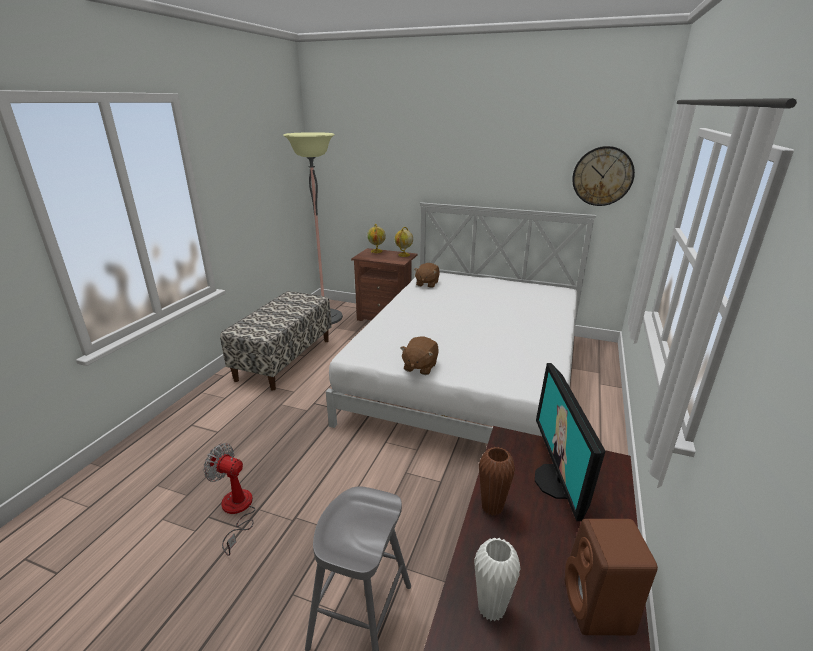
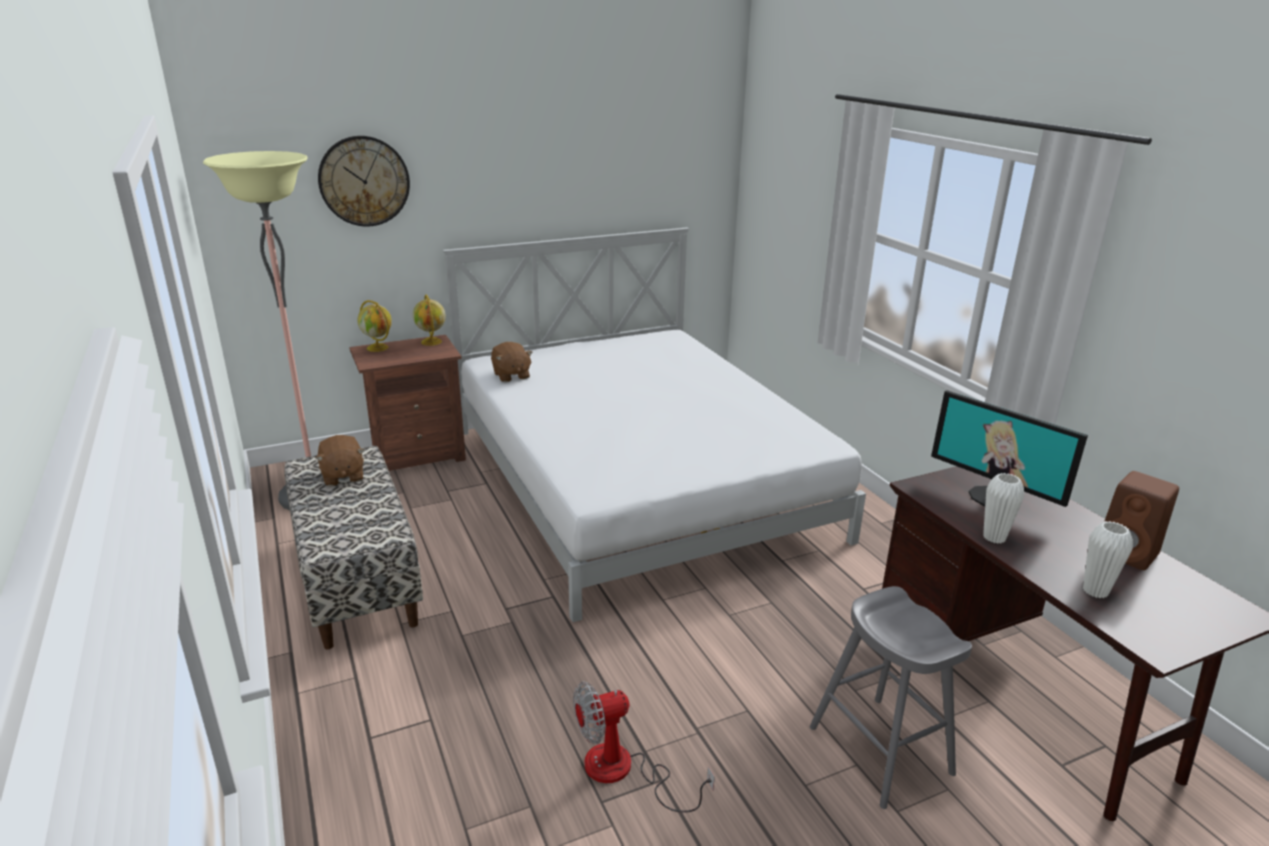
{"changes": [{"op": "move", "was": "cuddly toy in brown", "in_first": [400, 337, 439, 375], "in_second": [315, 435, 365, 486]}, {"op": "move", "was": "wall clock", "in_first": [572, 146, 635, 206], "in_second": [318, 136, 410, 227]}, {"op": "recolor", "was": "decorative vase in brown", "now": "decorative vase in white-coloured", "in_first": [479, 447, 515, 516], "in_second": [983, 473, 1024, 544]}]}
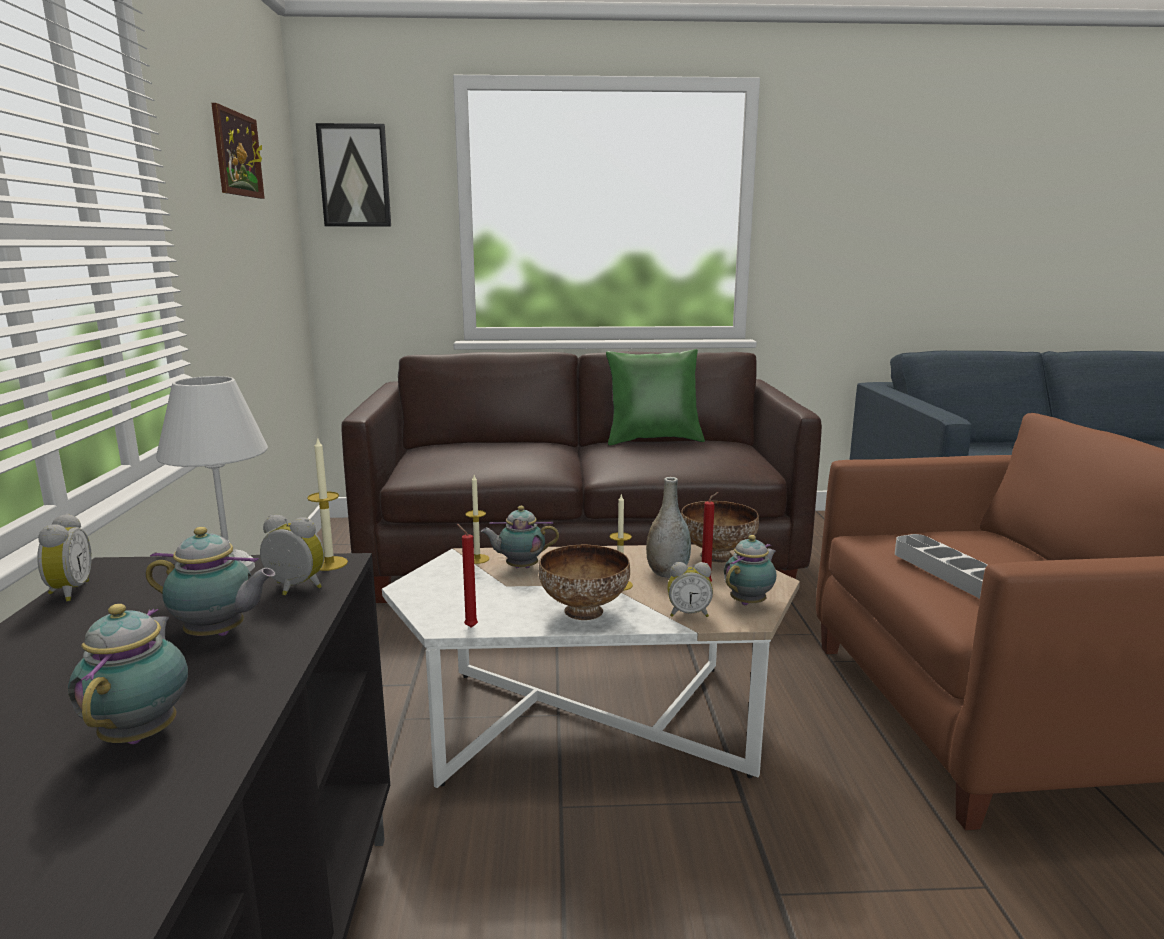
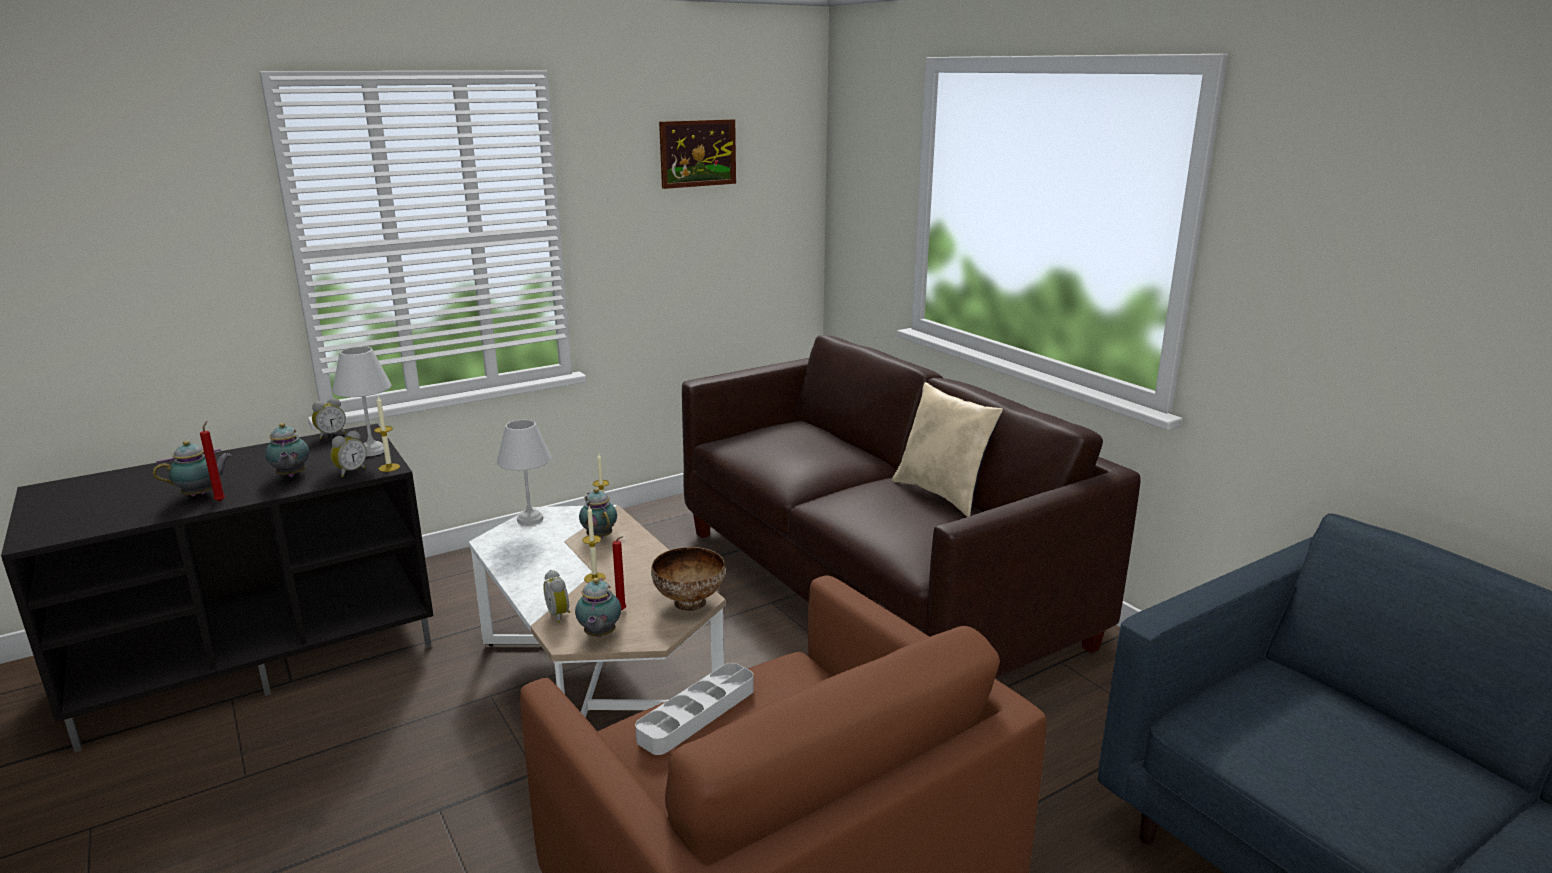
{"changes": [{"op": "delete", "was": "wall picture", "in_first": [316, 123, 391, 227]}, {"op": "delete", "was": "serving bowl", "in_first": [538, 545, 630, 620]}, {"op": "delete", "was": "decorative vase in greyish", "in_first": [646, 477, 691, 578]}, {"op": "insert", "now": "tabletop lamp in white-coloured", "in_second": [497, 420, 551, 525]}, {"op": "move", "was": "wax candle in reddish", "in_first": [457, 524, 478, 628], "in_second": [200, 421, 225, 502]}, {"op": "recolor", "was": "cushion in greenish", "now": "cushion in beige", "in_first": [606, 349, 705, 445], "in_second": [892, 382, 1003, 517]}, {"op": "rotate", "was": "alarm clock", "in_first": [260, 515, 325, 596], "in_second": [331, 430, 366, 477], "clockwise": 45}, {"op": "rotate", "was": "tea pot", "in_first": [724, 535, 776, 605], "in_second": [575, 578, 621, 637], "clockwise": 75}]}
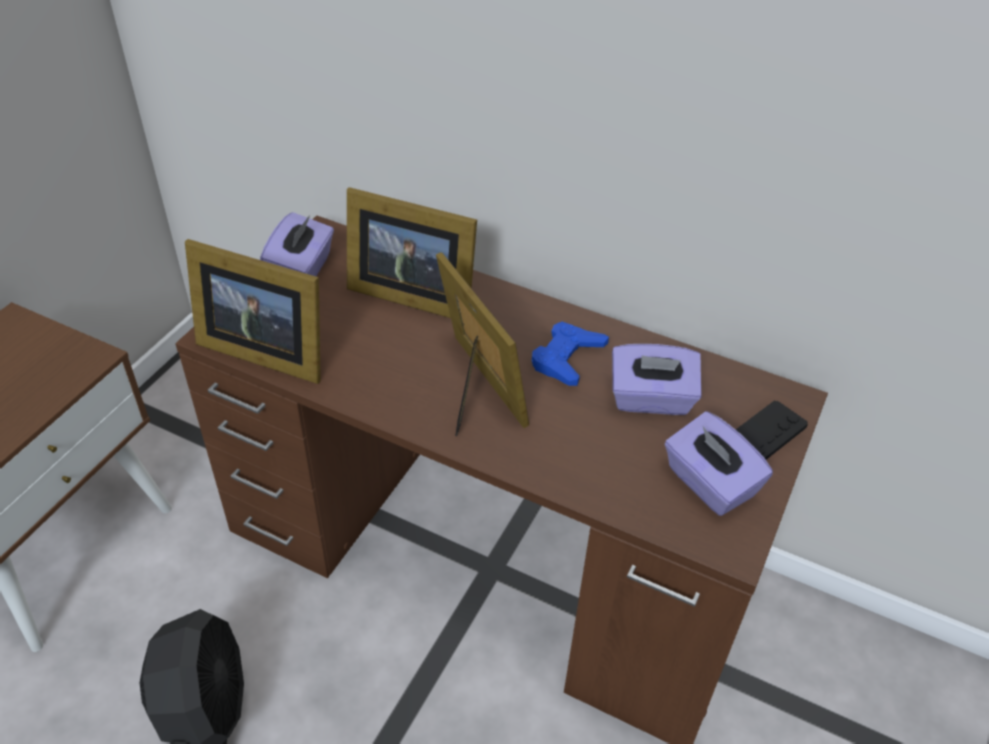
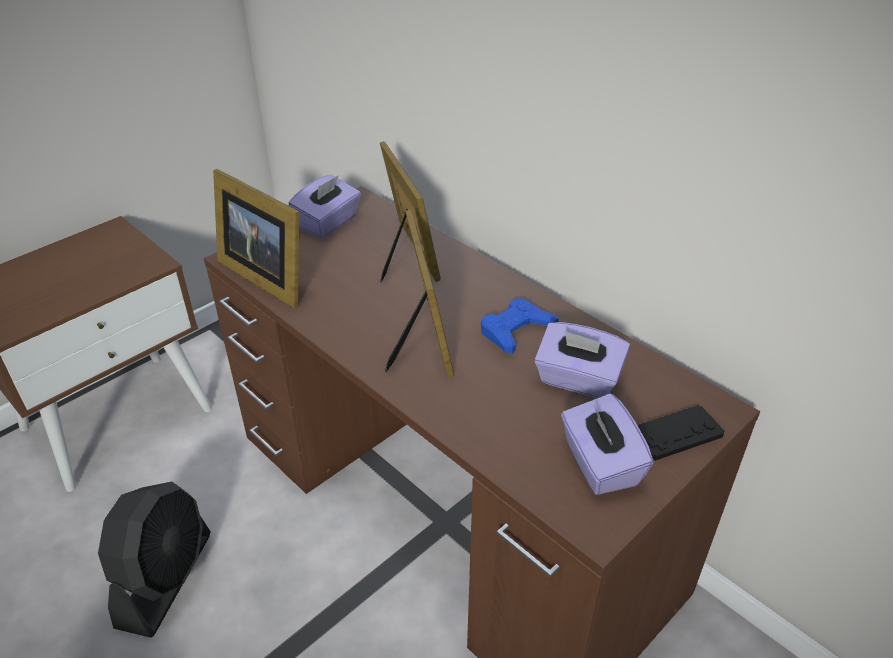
{"changes": [{"op": "rotate", "was": "picture frame", "in_first": [347, 187, 477, 318], "in_second": [380, 141, 441, 282], "clockwise": -150}]}
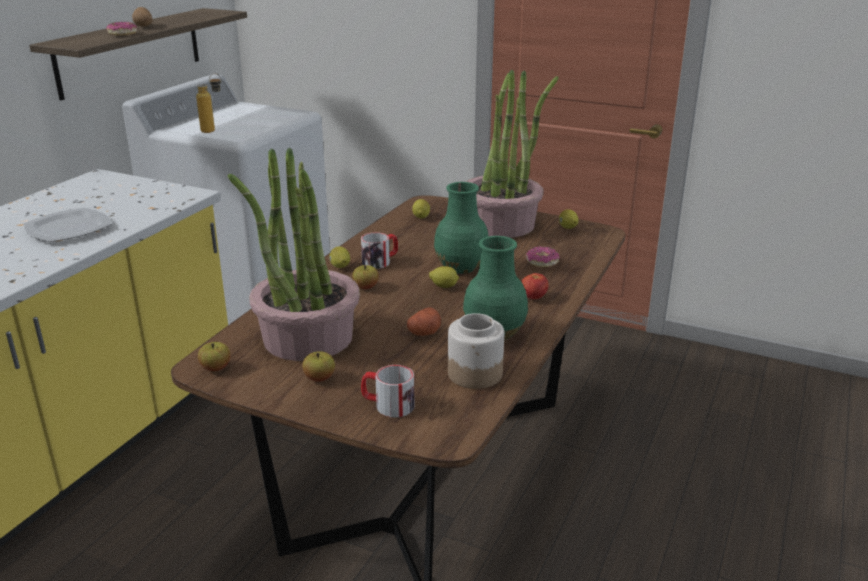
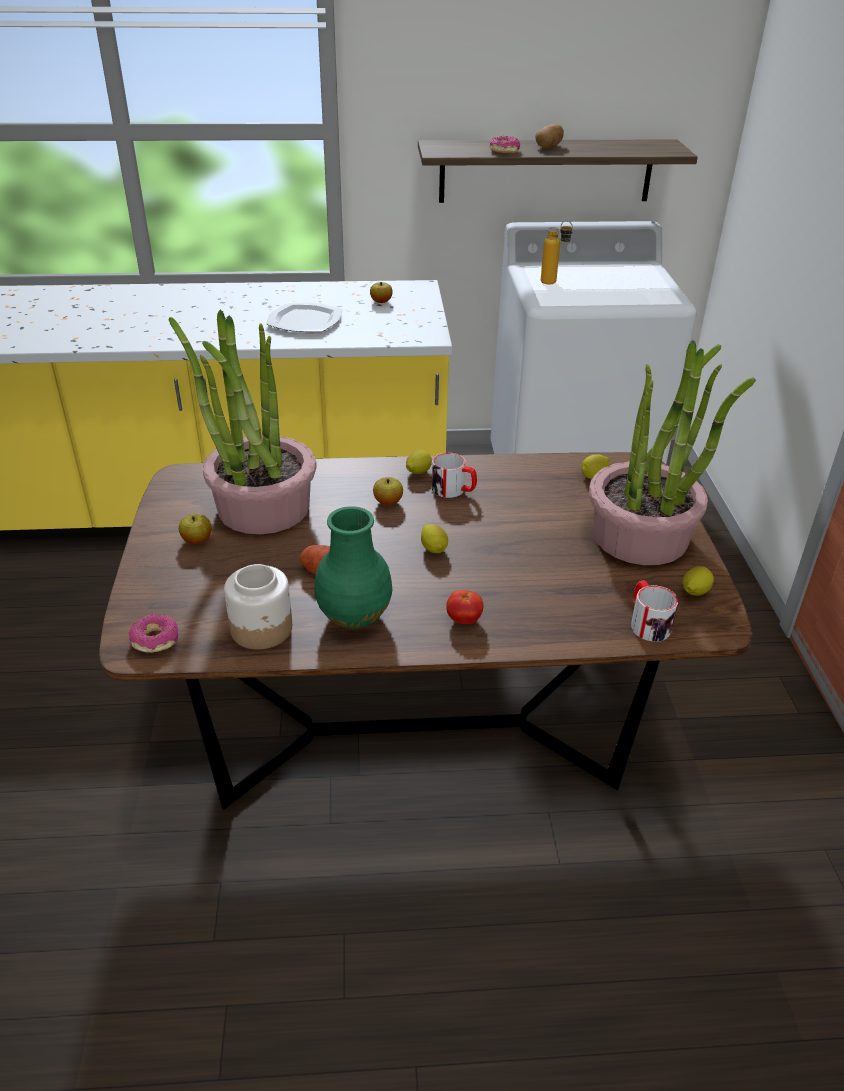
{"changes": [{"op": "delete", "was": "decorative vase in greenish", "in_first": [434, 182, 489, 274]}, {"op": "move", "was": "apple fruit", "in_first": [198, 342, 230, 371], "in_second": [370, 282, 393, 303]}, {"op": "move", "was": "coffee mug", "in_first": [361, 365, 415, 417], "in_second": [631, 580, 678, 642]}, {"op": "move", "was": "donut", "in_first": [526, 246, 560, 267], "in_second": [129, 614, 178, 653]}]}
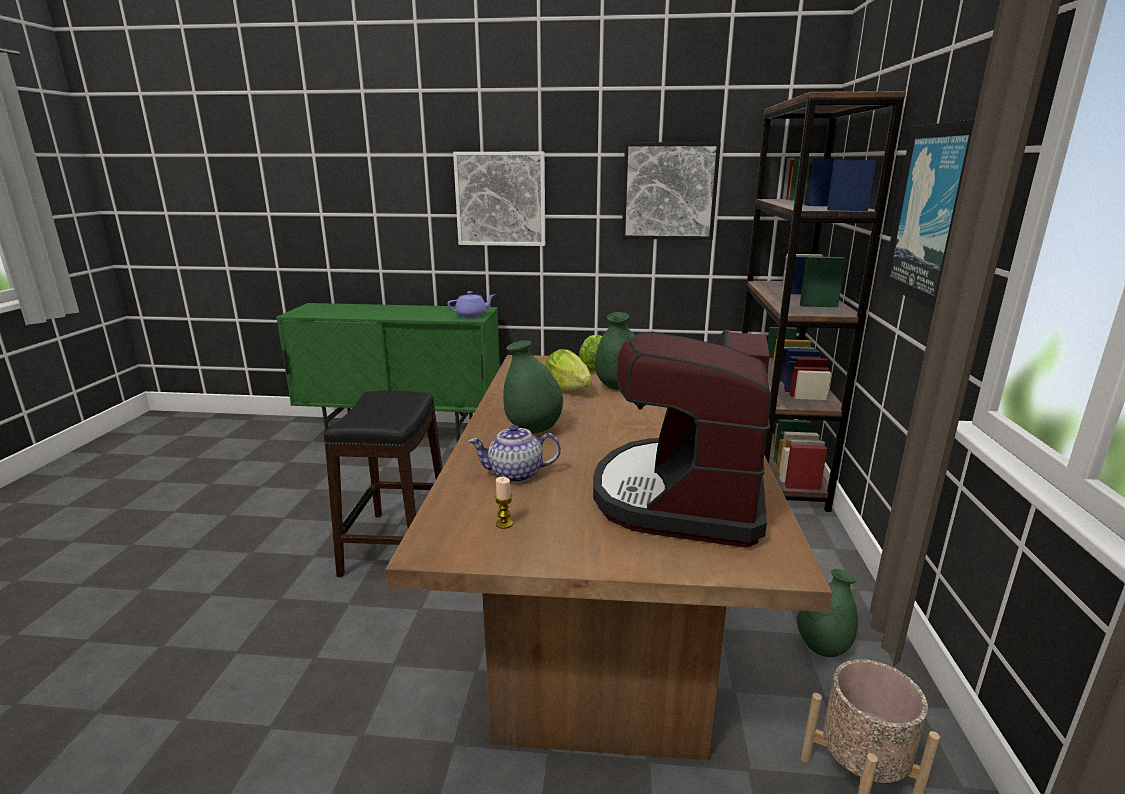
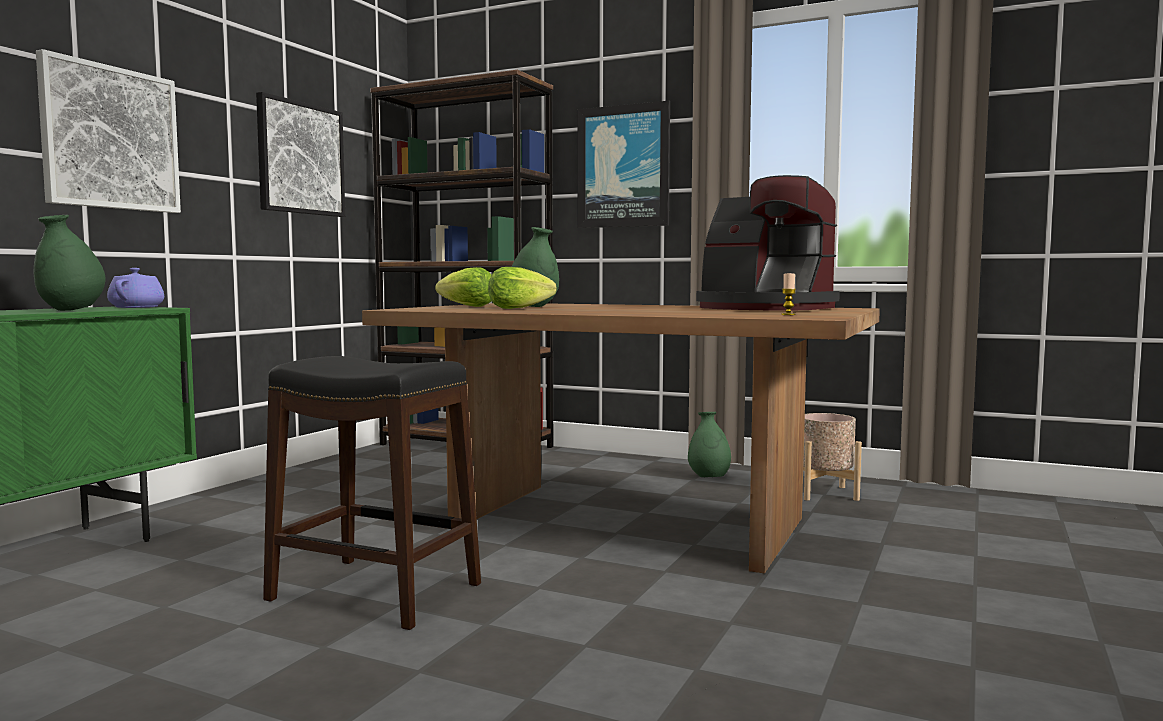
{"changes": [{"op": "delete", "was": "tea pot", "in_first": [468, 425, 561, 483]}, {"op": "move", "was": "decorative vase in greenish", "in_first": [503, 340, 563, 433], "in_second": [34, 215, 106, 311]}]}
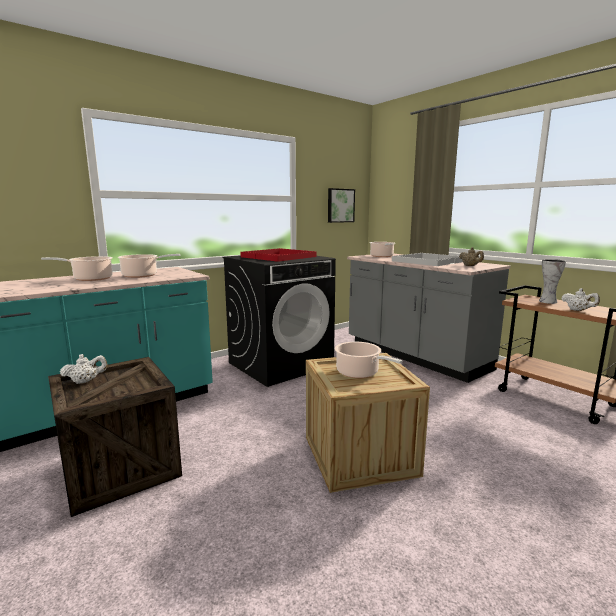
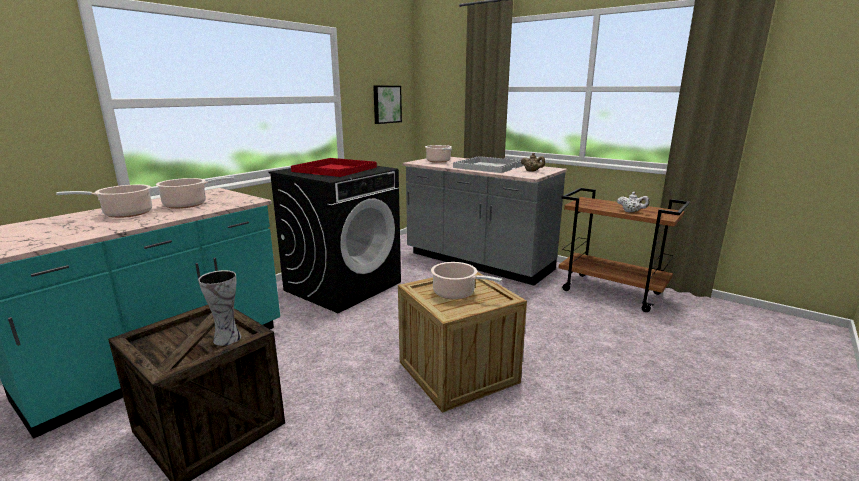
{"changes": [{"op": "delete", "was": "tea pot in white-coloured", "in_first": [60, 354, 107, 384]}, {"op": "move", "was": "decorative vase", "in_first": [539, 259, 566, 304], "in_second": [198, 270, 241, 346]}]}
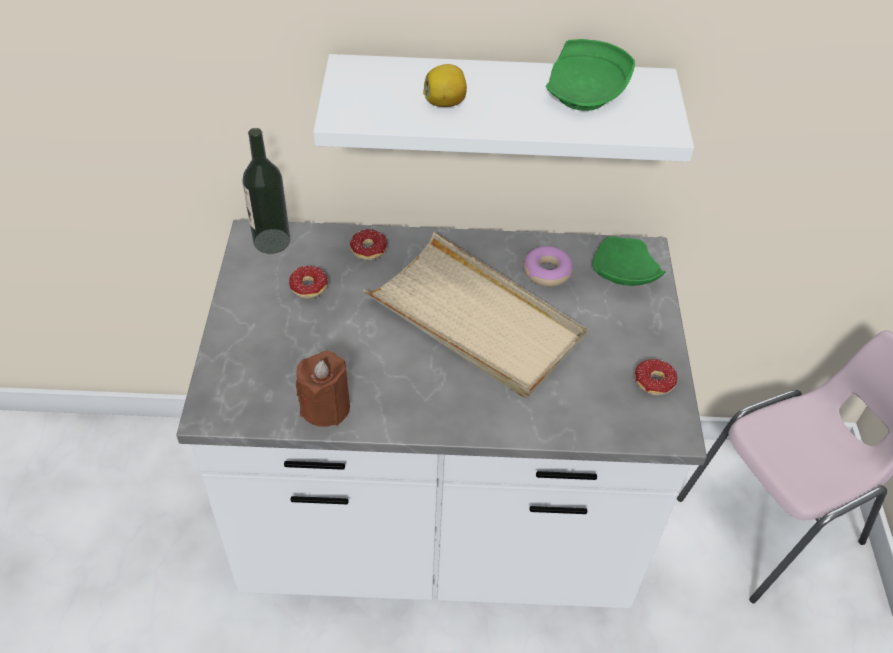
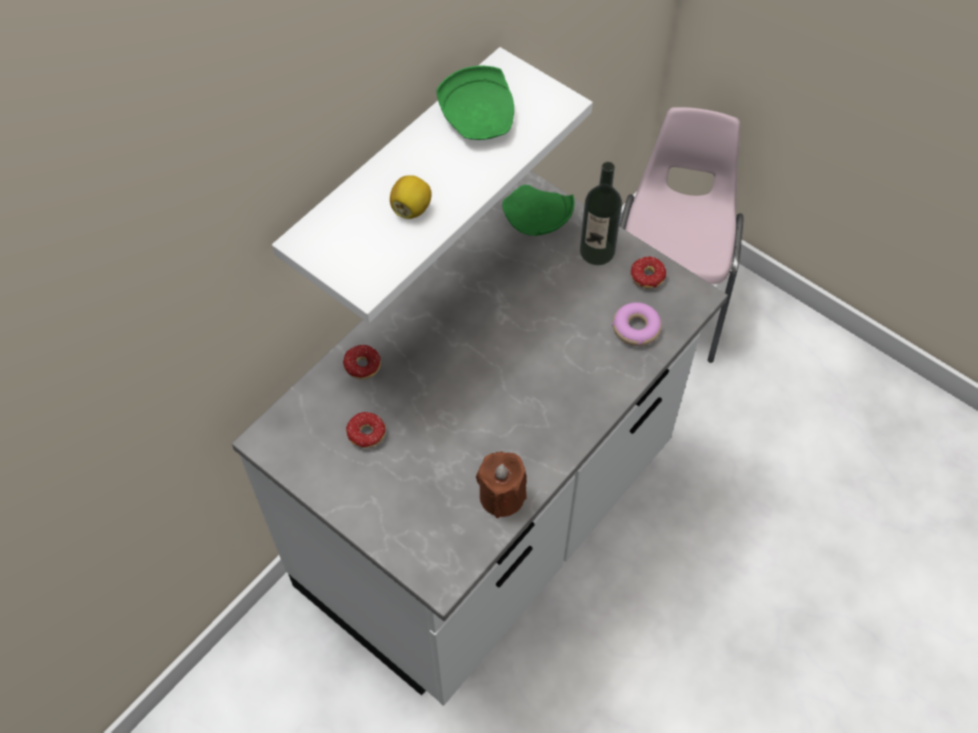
{"changes": [{"op": "delete", "was": "tray in beige", "in_first": [363, 232, 587, 398]}, {"op": "move", "was": "beverage bottle", "in_first": [242, 128, 290, 254], "in_second": [580, 162, 622, 265]}, {"op": "move", "was": "donut", "in_first": [523, 246, 573, 287], "in_second": [612, 302, 662, 346]}]}
